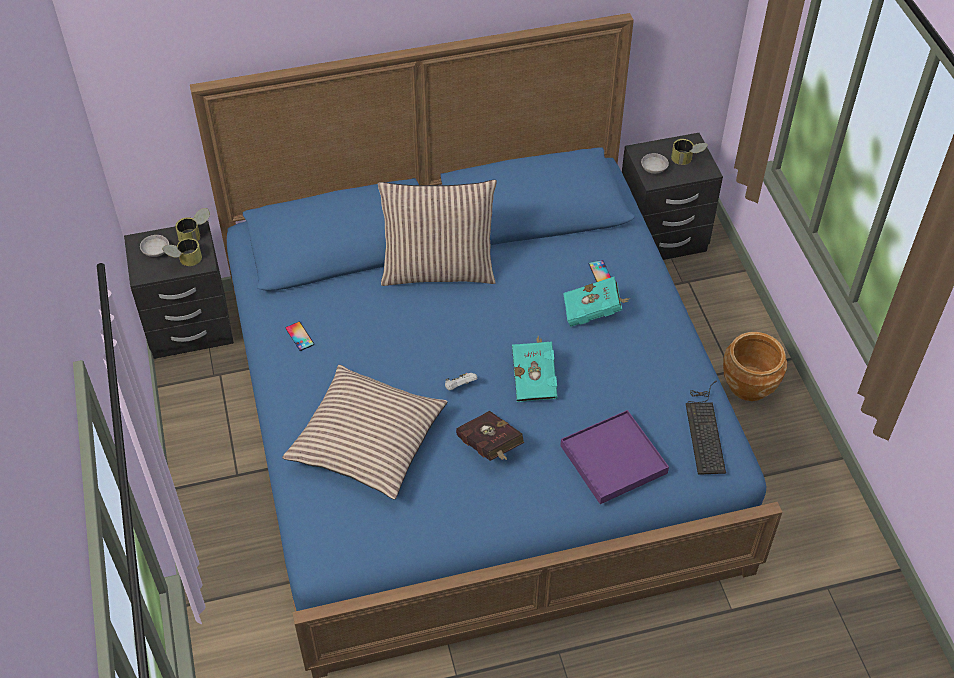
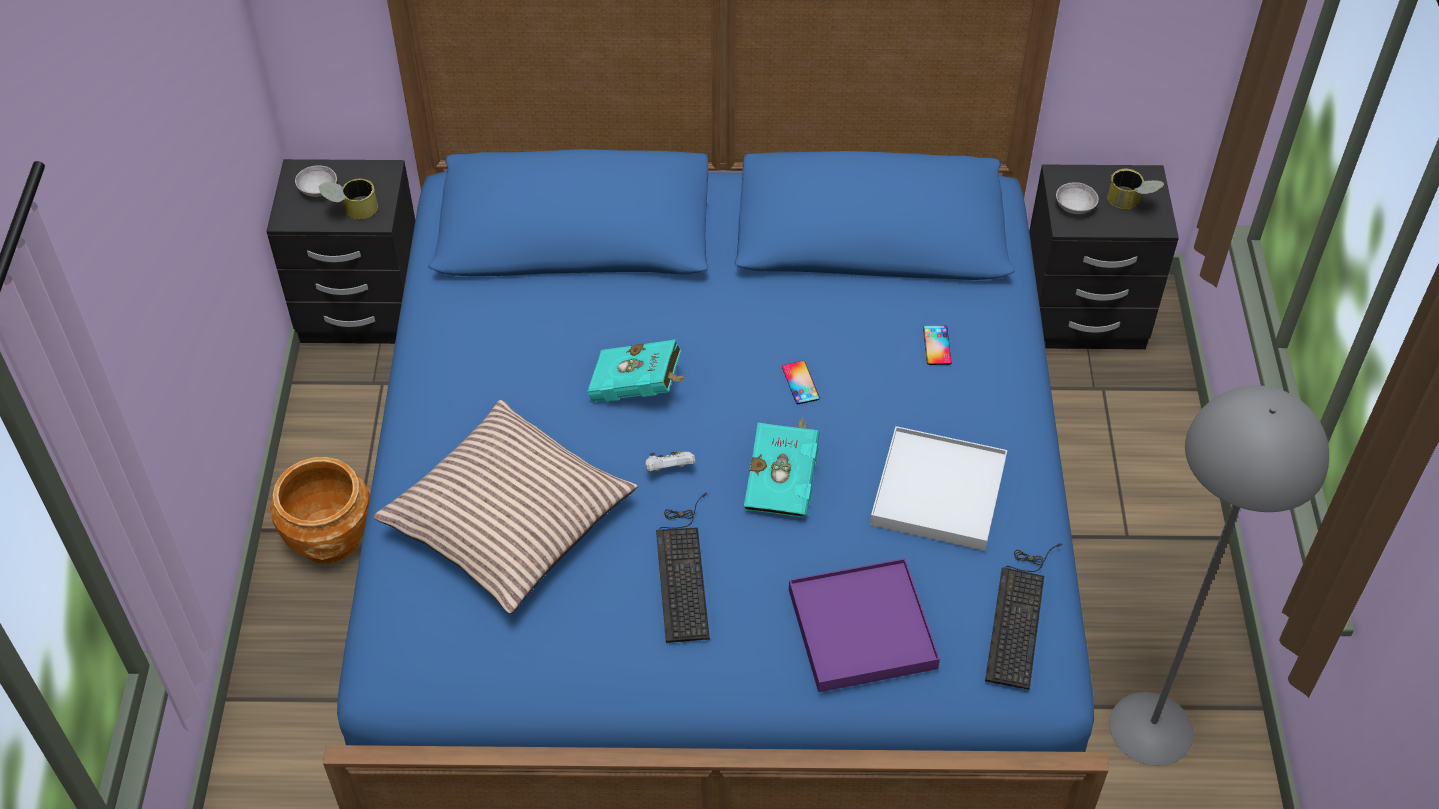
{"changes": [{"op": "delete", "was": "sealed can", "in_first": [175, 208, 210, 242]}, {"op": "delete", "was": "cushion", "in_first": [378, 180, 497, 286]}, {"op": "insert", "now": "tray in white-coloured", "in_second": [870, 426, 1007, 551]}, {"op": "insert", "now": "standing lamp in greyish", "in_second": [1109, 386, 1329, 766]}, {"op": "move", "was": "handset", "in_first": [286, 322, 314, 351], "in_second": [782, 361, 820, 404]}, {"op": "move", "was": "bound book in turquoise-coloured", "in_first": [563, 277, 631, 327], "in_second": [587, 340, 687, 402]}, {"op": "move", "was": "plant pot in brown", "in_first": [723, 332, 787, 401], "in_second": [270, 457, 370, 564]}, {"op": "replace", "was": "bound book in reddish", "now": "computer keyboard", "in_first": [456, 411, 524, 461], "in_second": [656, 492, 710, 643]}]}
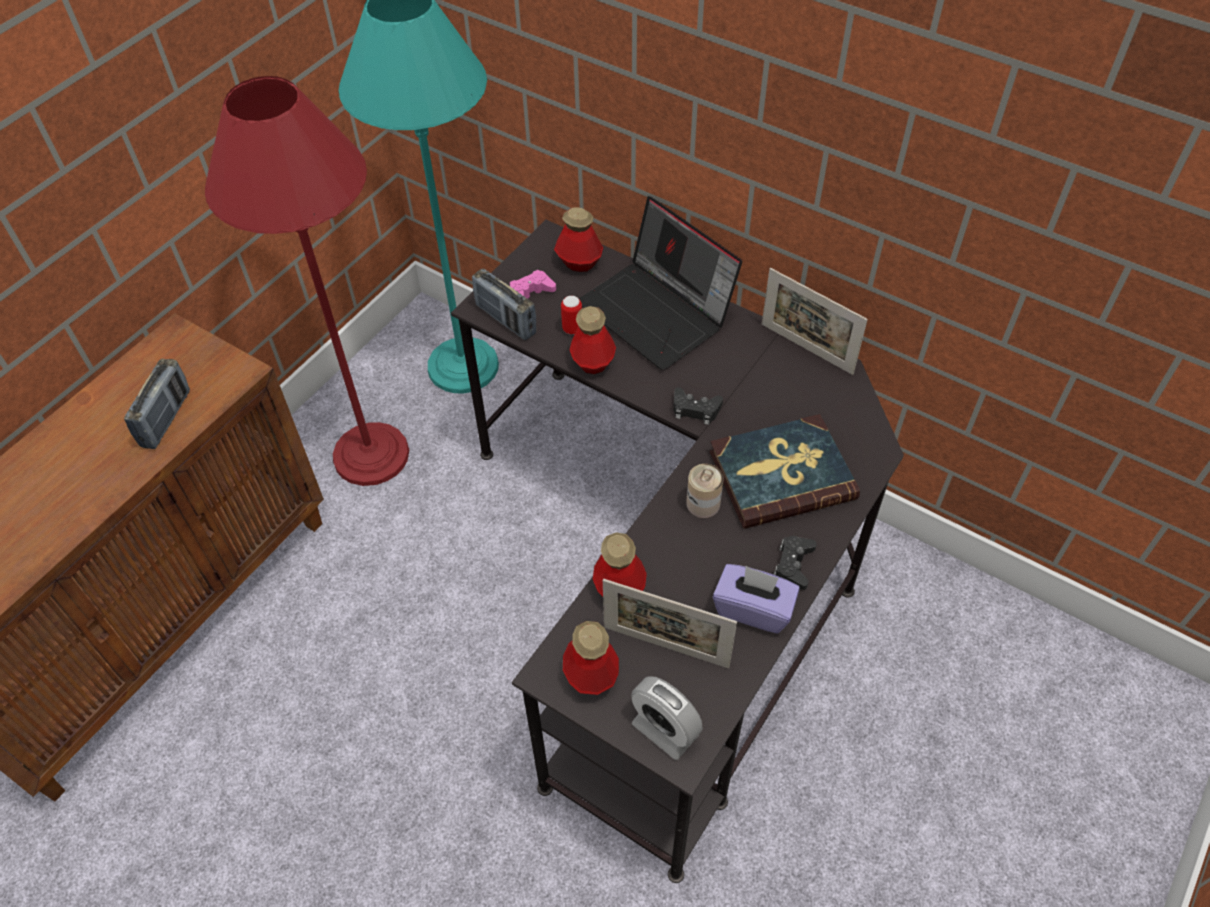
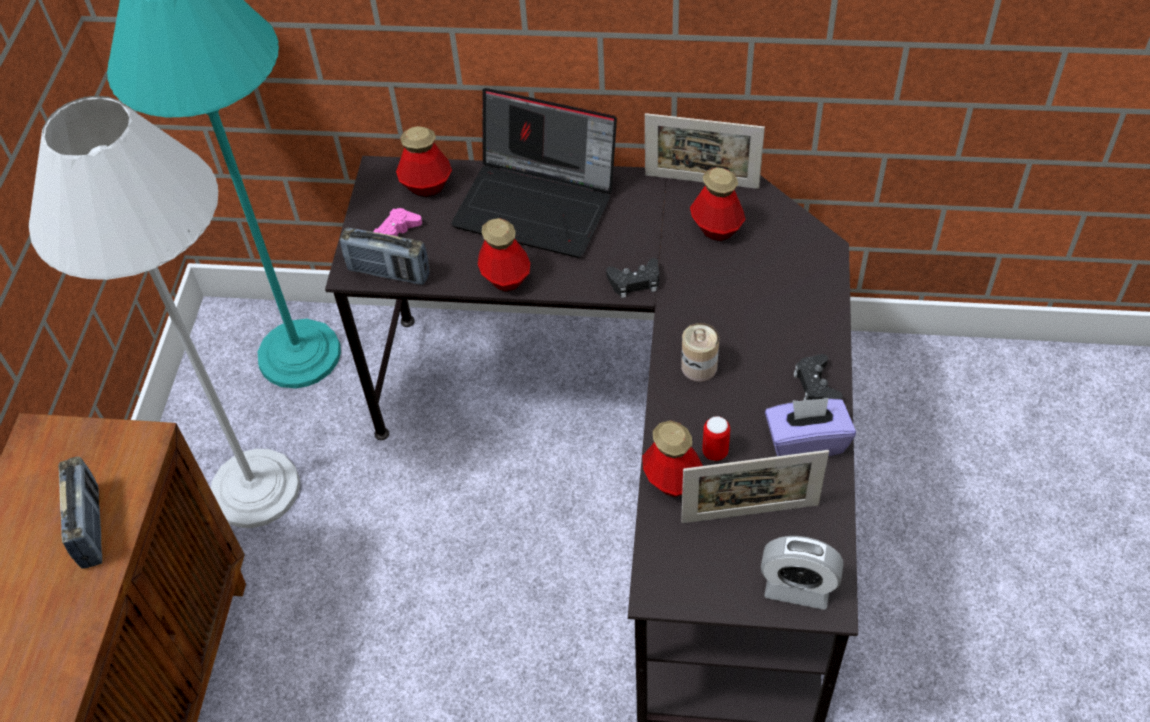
{"changes": [{"op": "delete", "was": "bound book", "in_first": [710, 414, 860, 529]}, {"op": "move", "was": "sealed can", "in_first": [561, 296, 582, 335], "in_second": [702, 416, 730, 461]}, {"op": "move", "was": "beverage bottle", "in_first": [563, 621, 619, 695], "in_second": [690, 167, 746, 241]}, {"op": "recolor", "was": "standing lamp in reddish", "now": "standing lamp in white-coloured", "in_first": [205, 76, 409, 486], "in_second": [29, 96, 300, 528]}]}
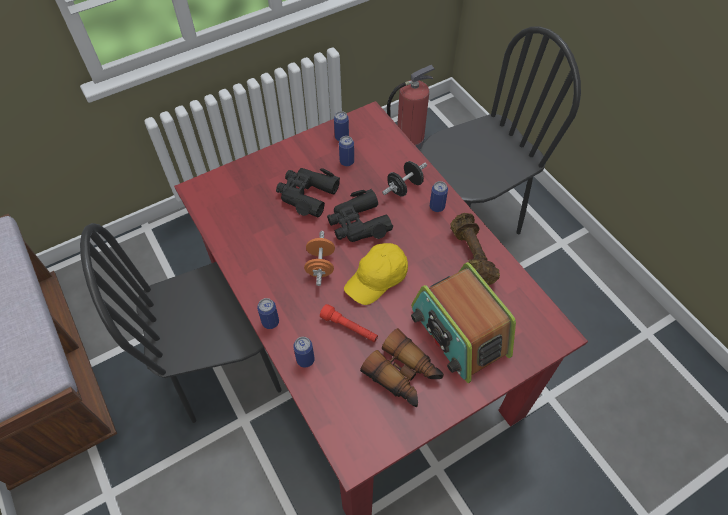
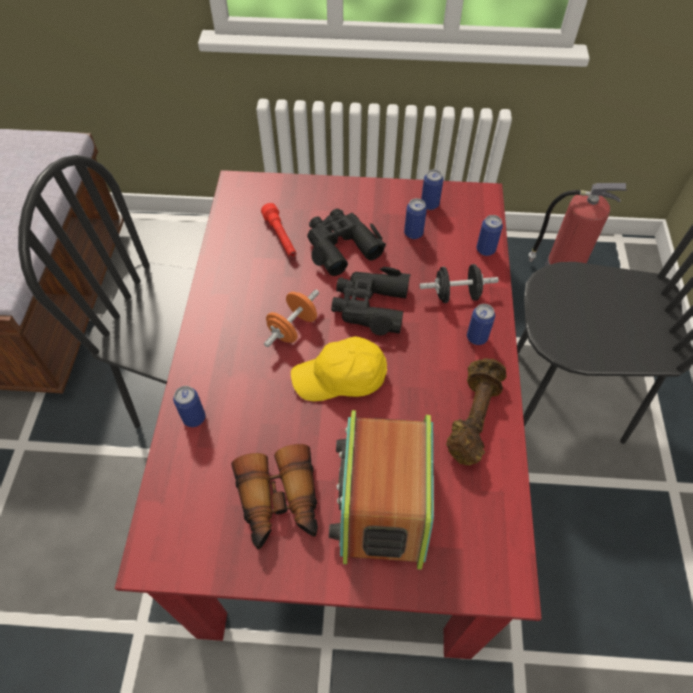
{"changes": [{"op": "move", "was": "sealed can", "in_first": [257, 298, 279, 329], "in_second": [476, 215, 503, 256]}, {"op": "move", "was": "hand torch in reddish", "in_first": [320, 304, 378, 342], "in_second": [261, 203, 297, 258]}]}
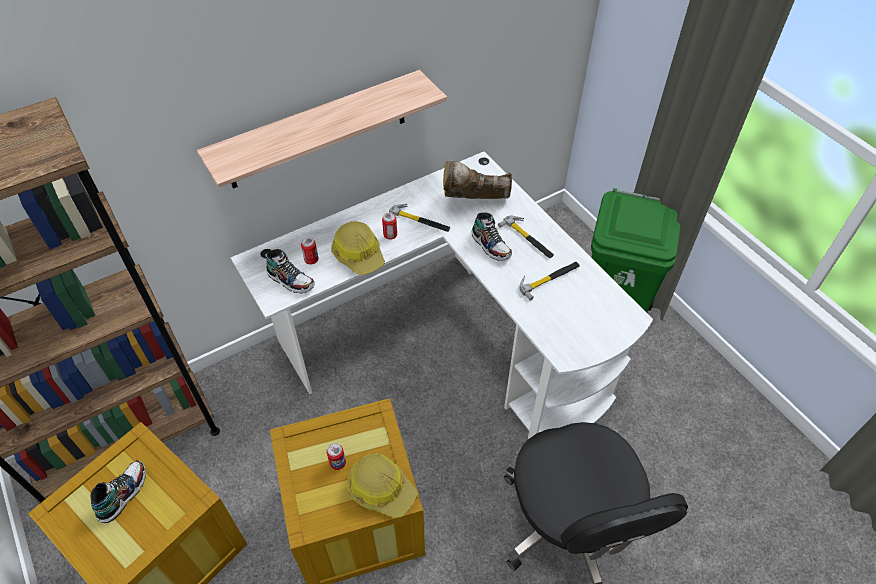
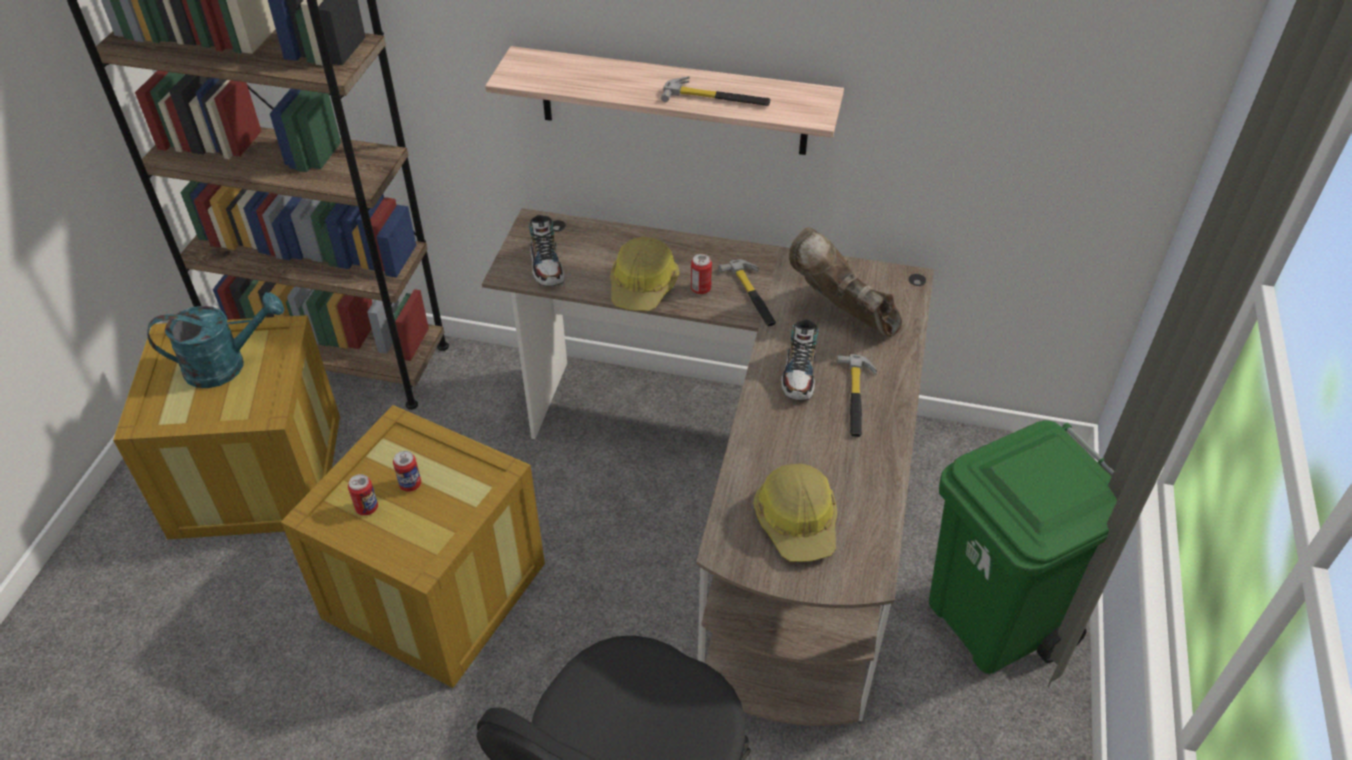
{"changes": [{"op": "move", "was": "sealed can", "in_first": [301, 237, 319, 265], "in_second": [348, 474, 378, 516]}, {"op": "move", "was": "work helmet", "in_first": [348, 453, 417, 518], "in_second": [753, 463, 837, 562]}, {"op": "move", "was": "hand hammer", "in_first": [520, 262, 580, 300], "in_second": [661, 76, 771, 106]}, {"op": "replace", "was": "item of footwear", "now": "watering pot in turquoise-coloured", "in_first": [90, 460, 146, 523], "in_second": [147, 292, 284, 388]}, {"op": "recolor", "was": "desk table in white-coloured", "now": "desk table in brown", "in_first": [231, 151, 653, 439], "in_second": [482, 208, 934, 726]}]}
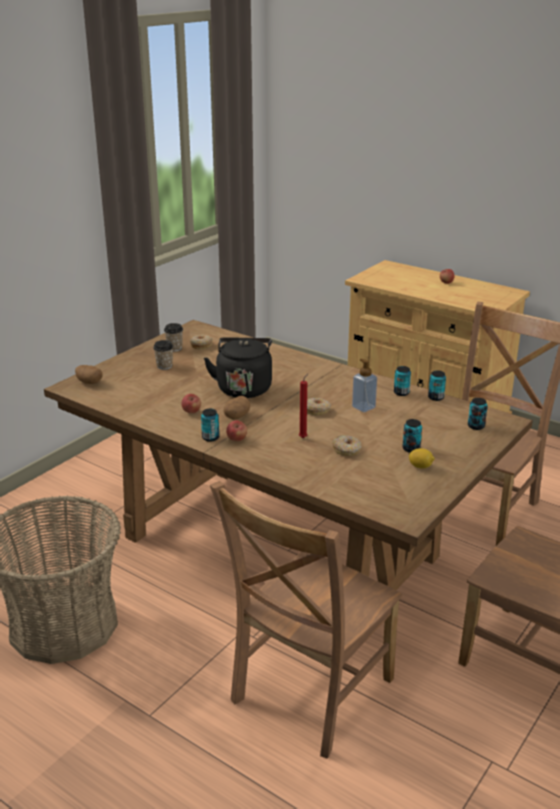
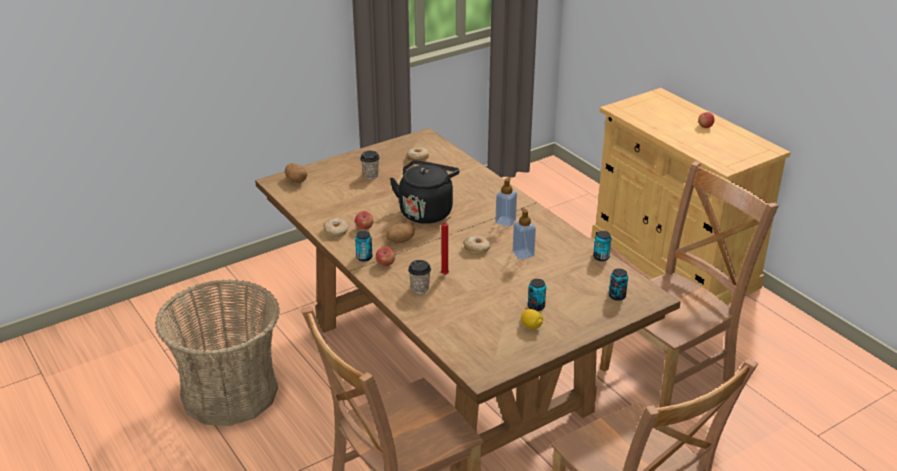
{"changes": [{"op": "delete", "was": "sealed can", "in_first": [394, 366, 411, 396]}, {"op": "insert", "now": "soap dispenser", "in_second": [495, 177, 517, 227]}, {"op": "move", "was": "cup", "in_first": [164, 323, 183, 352], "in_second": [408, 260, 431, 294]}, {"op": "move", "was": "donut", "in_first": [332, 435, 362, 456], "in_second": [323, 218, 348, 237]}]}
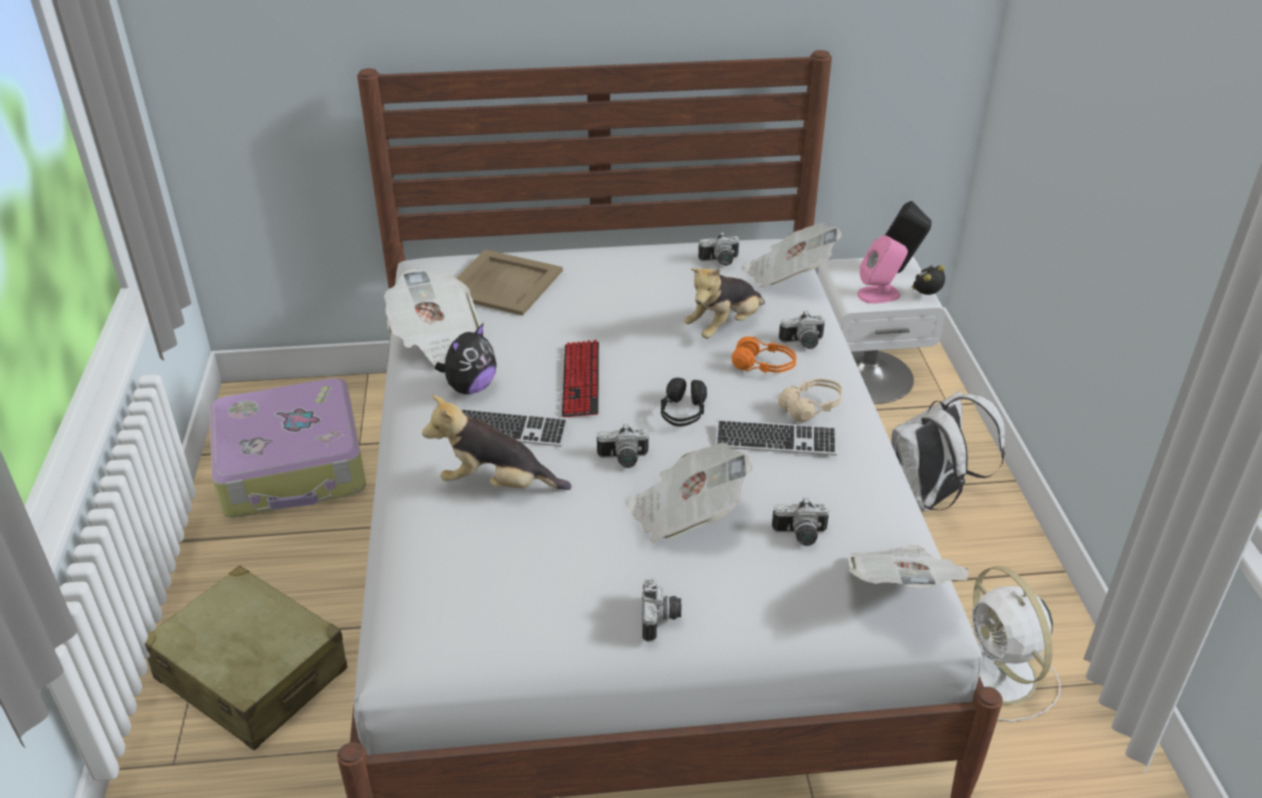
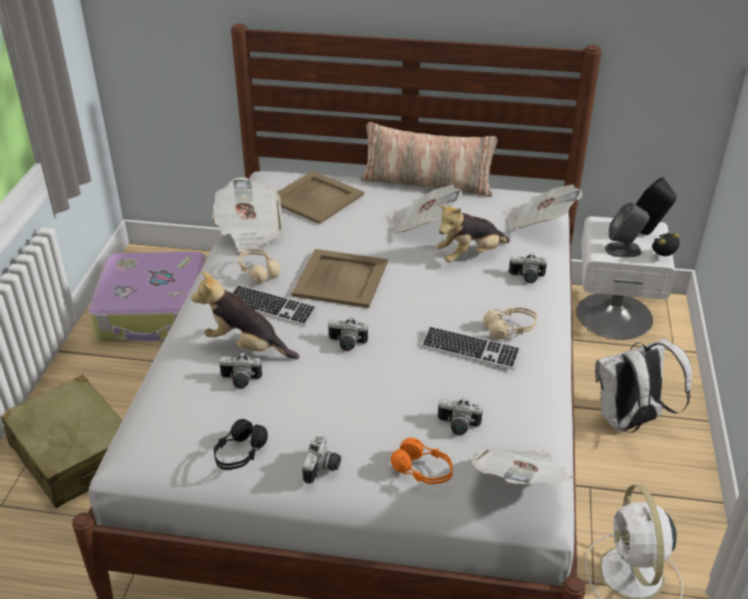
{"changes": [{"op": "insert", "now": "cushion", "in_second": [360, 122, 497, 197]}, {"op": "move", "was": "printed paper", "in_first": [627, 443, 752, 543], "in_second": [388, 185, 462, 234]}, {"op": "move", "was": "pair of headphones in black", "in_first": [661, 378, 707, 427], "in_second": [214, 419, 268, 470]}, {"op": "move", "was": "photo camera", "in_first": [698, 233, 739, 266], "in_second": [219, 352, 262, 389]}, {"op": "move", "was": "pair of headphones in orangey", "in_first": [732, 336, 796, 374], "in_second": [390, 438, 453, 484]}, {"op": "replace", "was": "cuddly toy", "now": "pair of headphones in beige", "in_first": [435, 323, 497, 394], "in_second": [238, 249, 280, 283]}, {"op": "replace", "was": "computer keyboard", "now": "tray in beige", "in_first": [562, 340, 599, 417], "in_second": [292, 249, 388, 308]}, {"op": "recolor", "was": "loudspeaker in pinkish", "now": "loudspeaker in greyish", "in_first": [857, 235, 908, 304], "in_second": [605, 202, 650, 257]}]}
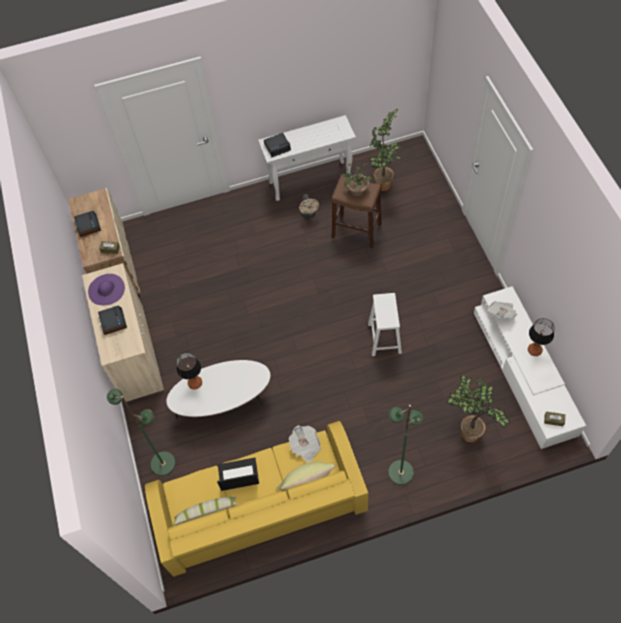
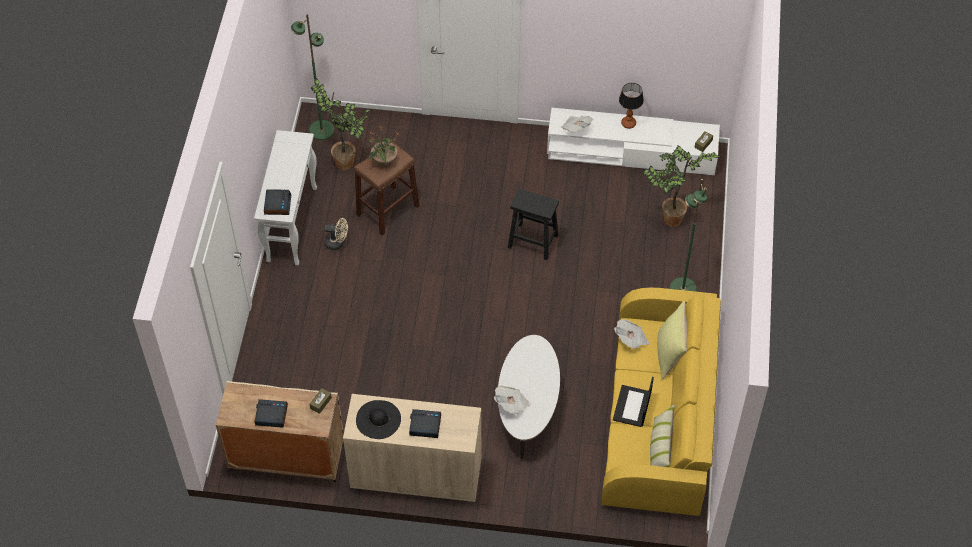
{"changes": [{"op": "move", "was": "standing lamp in greenish", "in_first": [107, 389, 176, 476], "in_second": [291, 14, 334, 140]}, {"op": "replace", "was": "tabletop lamp", "now": "printed paper", "in_first": [176, 353, 202, 389], "in_second": [494, 385, 531, 414]}, {"op": "recolor", "was": "wearable hat in purplish", "now": "wearable hat in black", "in_first": [88, 274, 125, 305], "in_second": [356, 400, 401, 439]}, {"op": "recolor", "was": "stool in white-coloured", "now": "stool in black", "in_first": [368, 293, 402, 356], "in_second": [508, 188, 559, 260]}]}
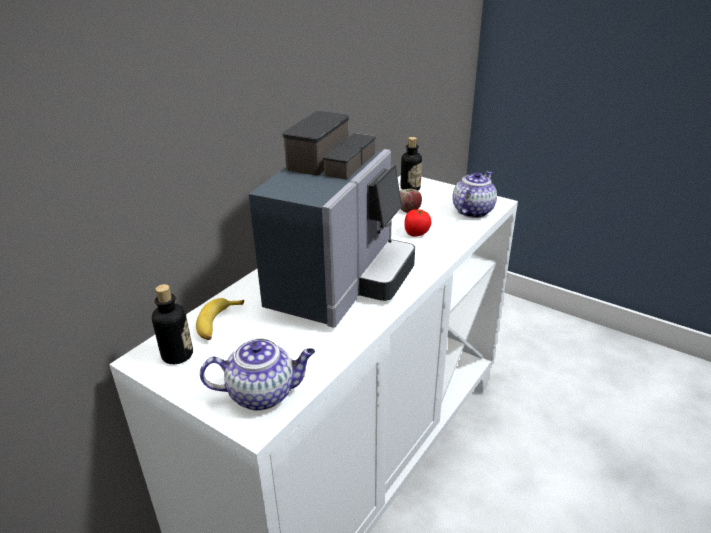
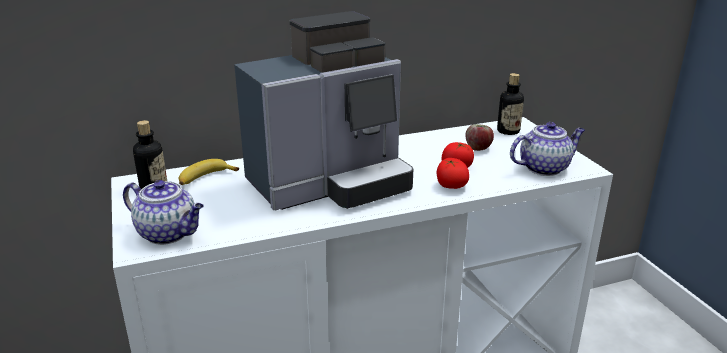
{"changes": [{"op": "insert", "now": "whole tomato", "in_second": [437, 158, 469, 189]}]}
